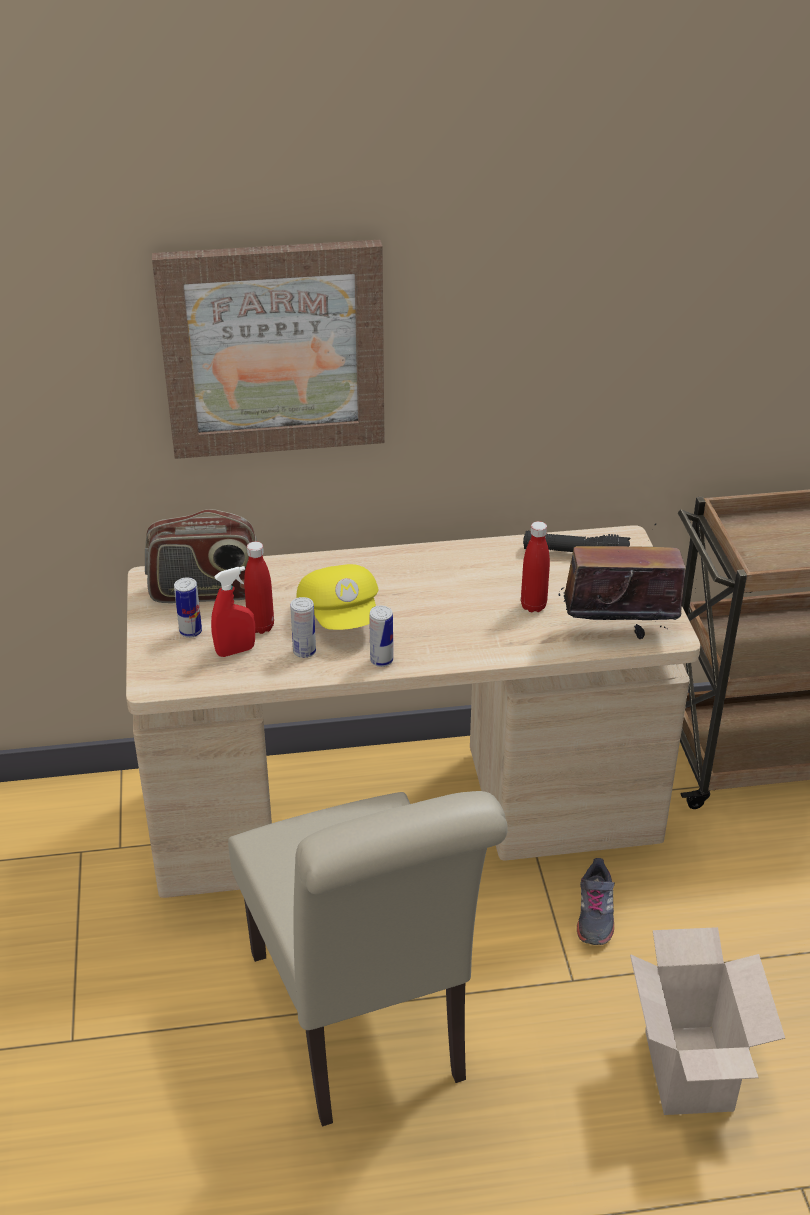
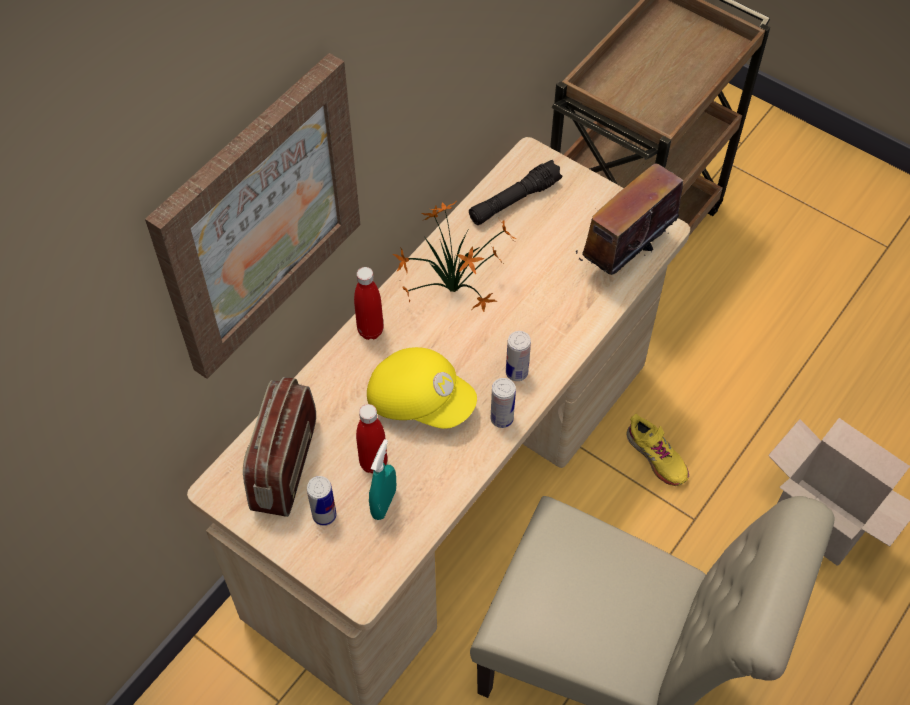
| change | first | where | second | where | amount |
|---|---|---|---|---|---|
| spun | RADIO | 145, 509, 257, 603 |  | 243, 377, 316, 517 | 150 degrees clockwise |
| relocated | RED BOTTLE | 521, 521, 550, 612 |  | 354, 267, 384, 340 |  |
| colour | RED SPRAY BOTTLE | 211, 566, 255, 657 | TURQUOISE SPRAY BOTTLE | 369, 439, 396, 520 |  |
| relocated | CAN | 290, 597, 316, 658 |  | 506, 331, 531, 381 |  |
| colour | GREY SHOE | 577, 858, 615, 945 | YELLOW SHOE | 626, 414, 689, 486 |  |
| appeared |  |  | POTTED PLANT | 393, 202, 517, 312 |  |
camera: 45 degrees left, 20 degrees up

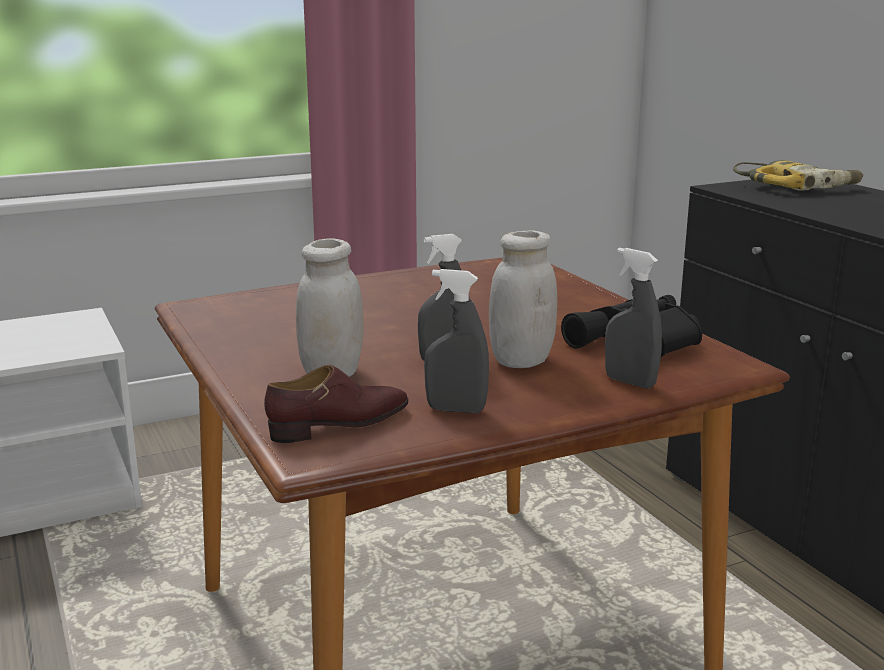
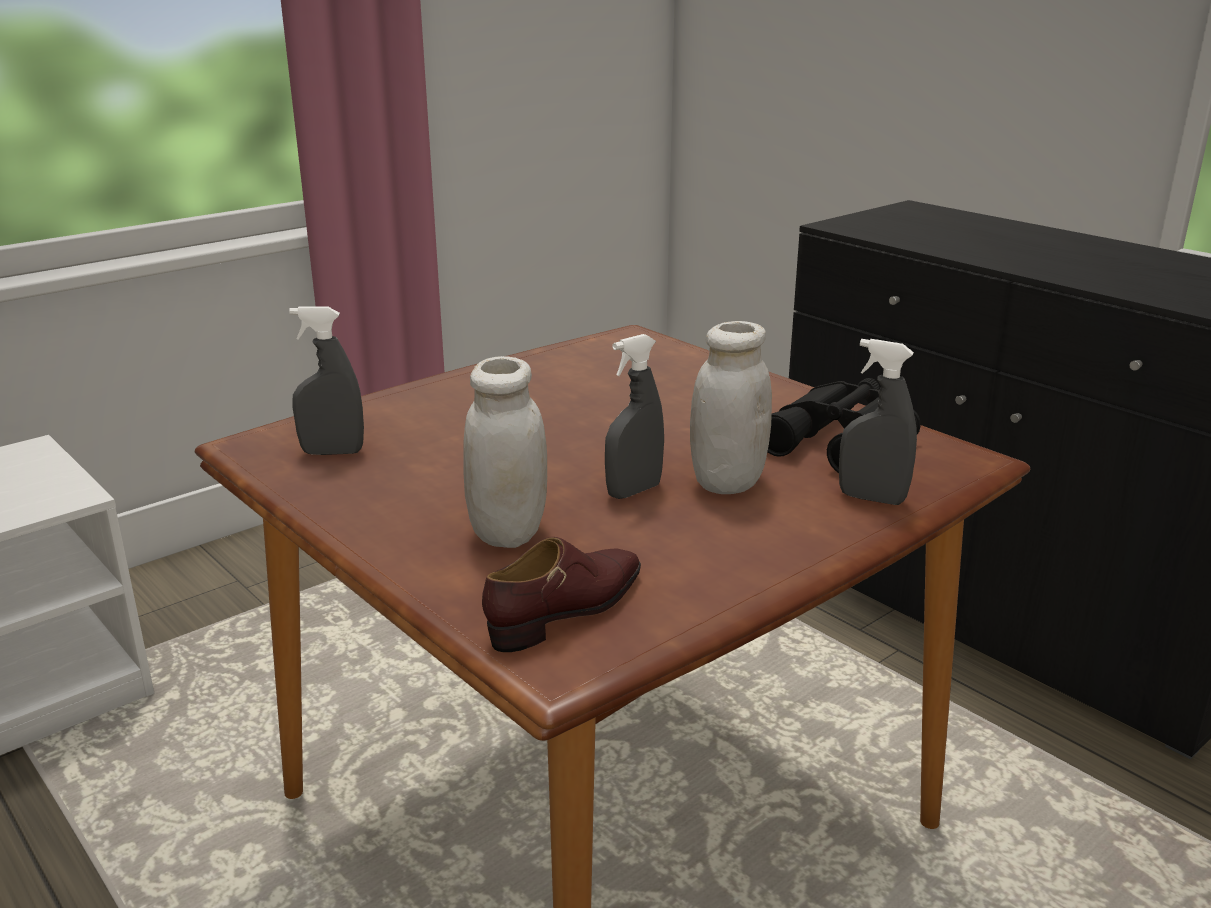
| change | first | where | second | where | amount |
|---|---|---|---|---|---|
| missing | POWER DRILL | 733, 160, 863, 191 |  |  |  |
| relocated | GREY SPRAY BOTTLE | 424, 269, 489, 413 |  | 289, 307, 364, 455 |  |
camera: 15 degrees left, 5 degrees up

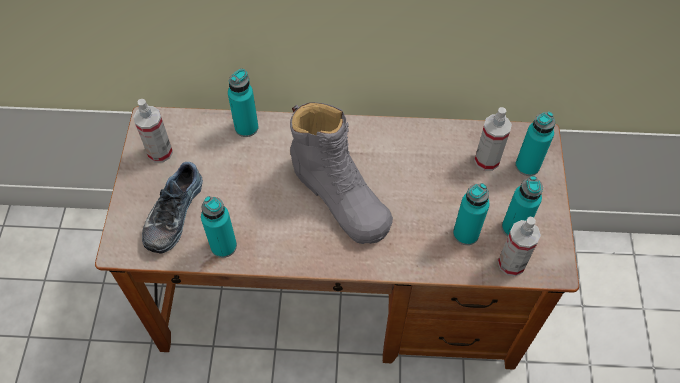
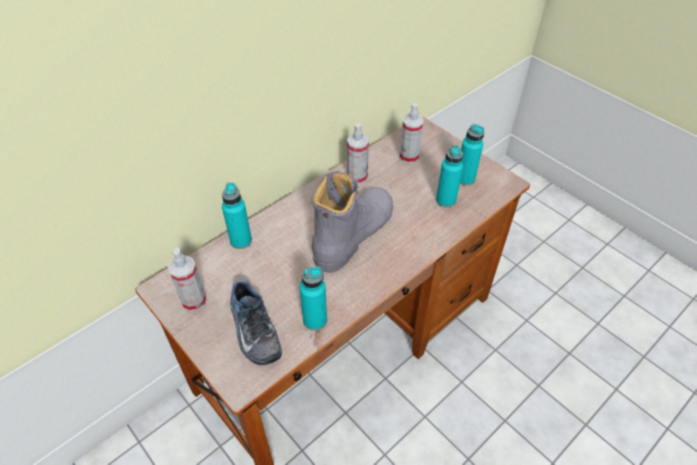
| change | first | where | second | where | amount |
|---|---|---|---|---|---|
| spun | GREY BOOT | 290, 102, 393, 244 |  | 311, 170, 393, 273 | 60 degrees counterclockwise |
| missing | TURQUOISE BOTTLE | 515, 112, 555, 176 |  |  |  |
| relocated | SPRAY BOTTLE | 498, 217, 541, 276 |  | 347, 123, 369, 184 |  |
camera: 45 degrees left, 10 degrees down

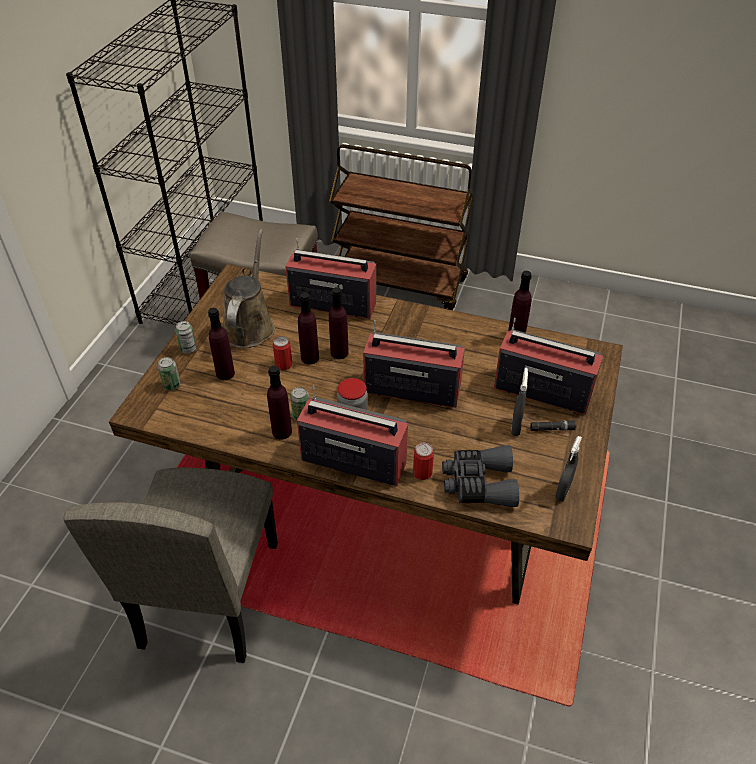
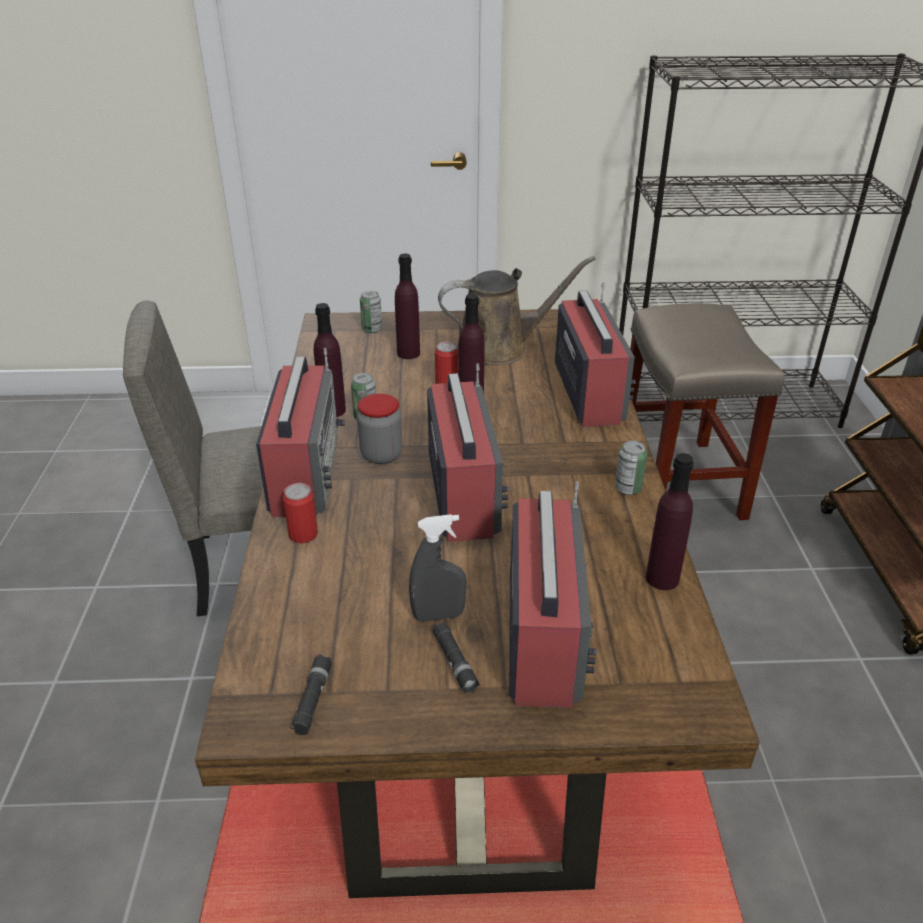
| change | first | where | second | where | amount |
|---|---|---|---|---|---|
| missing | PURPLE BOTTLE | 329, 287, 349, 359 |  |  |  |
| relocated | CAN | 175, 321, 197, 353 |  | 615, 441, 647, 495 |  |
| exchanged | GREY SPRAY BOTTLE | 555, 436, 582, 501 | BLACK FLASHLIGHT | 291, 654, 332, 735 |  |
| missing | GREY BINOCULARS | 442, 445, 519, 507 |  |  |  |
camera: 70 degrees right, 10 degrees down

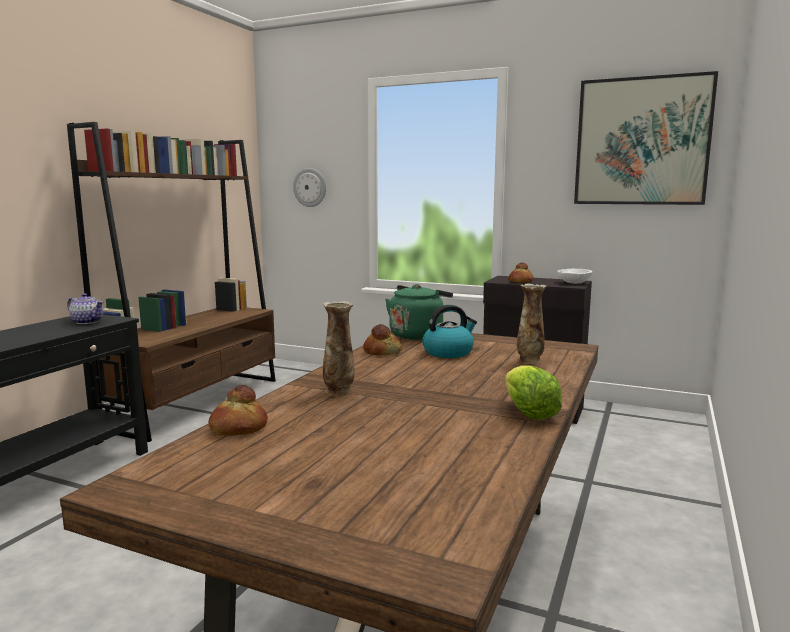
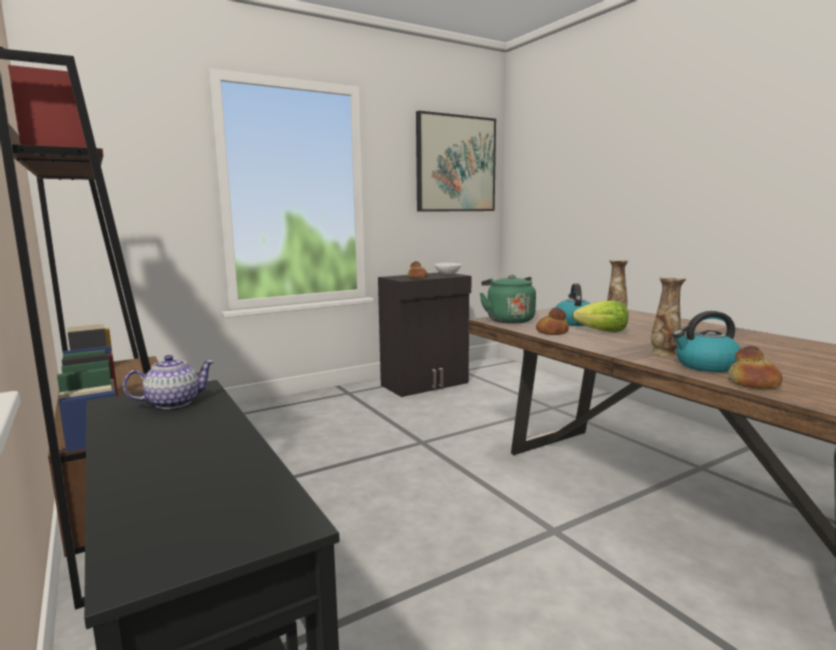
| change | first | where | second | where | amount |
|---|---|---|---|---|---|
| missing | WALL CLOCK | 293, 168, 326, 207 |  |  |  |
| relocated | LETTUCE | 505, 366, 562, 420 |  | 573, 301, 628, 332 |  |
| appeared |  |  | KETTLE | 673, 311, 741, 372 |  |
camera: 55 degrees left, 0 degrees up

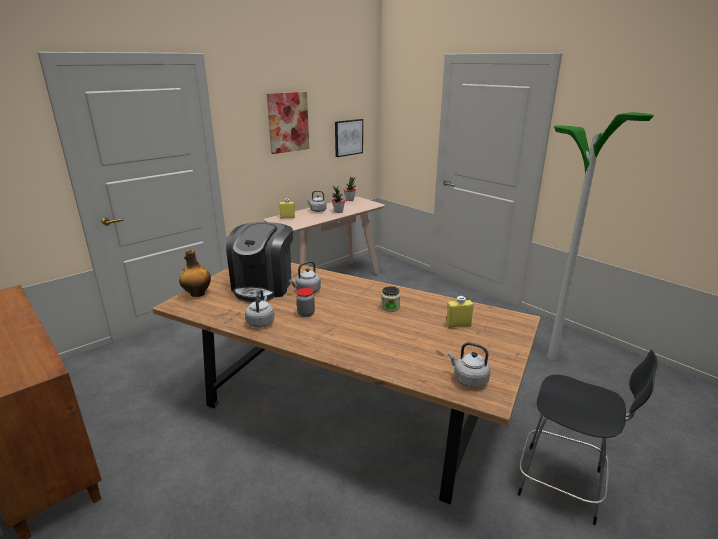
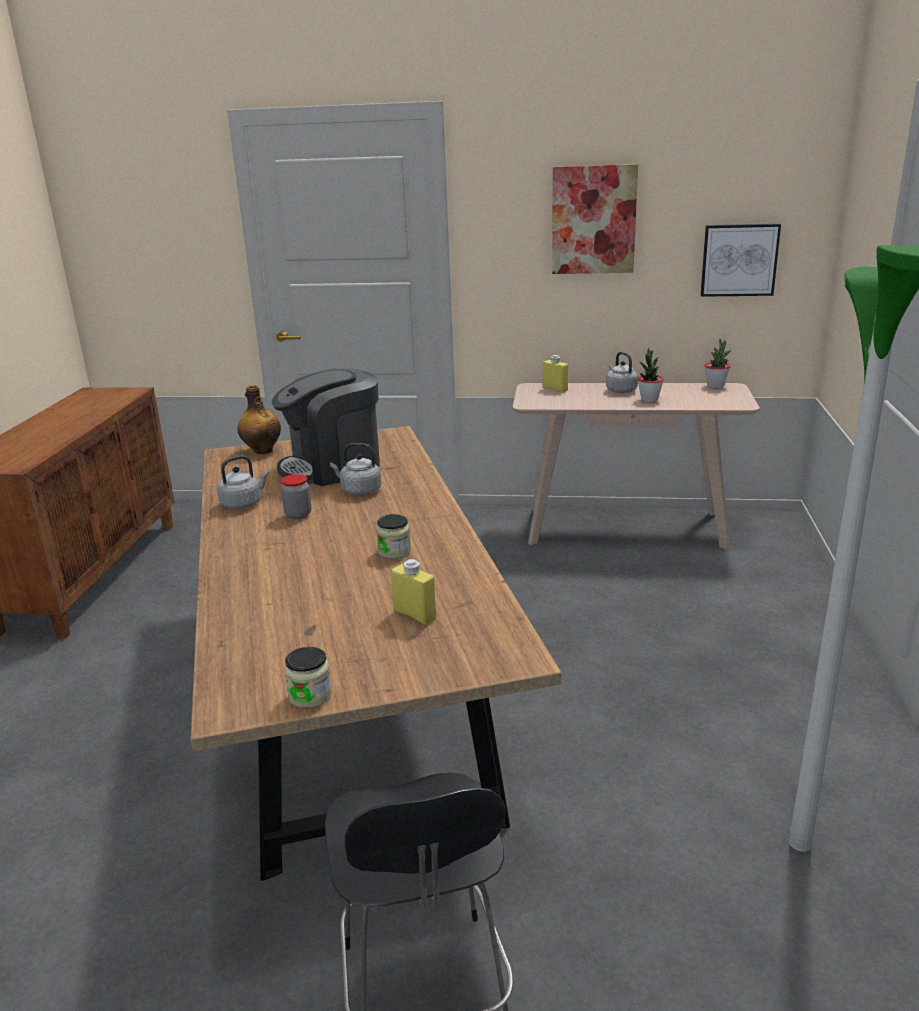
| change | first | where | second | where | amount |
|---|---|---|---|---|---|
| missing | GREY KETTLE | 448, 342, 491, 388 |  |  |  |
| appeared |  |  | JAR | 285, 647, 332, 708 |  |
camera: 50 degrees right, 0 degrees up

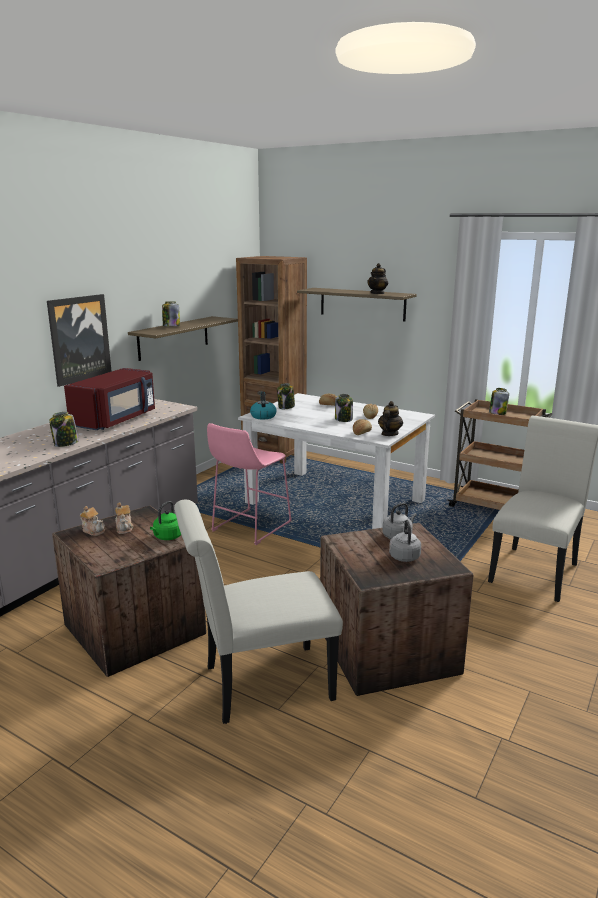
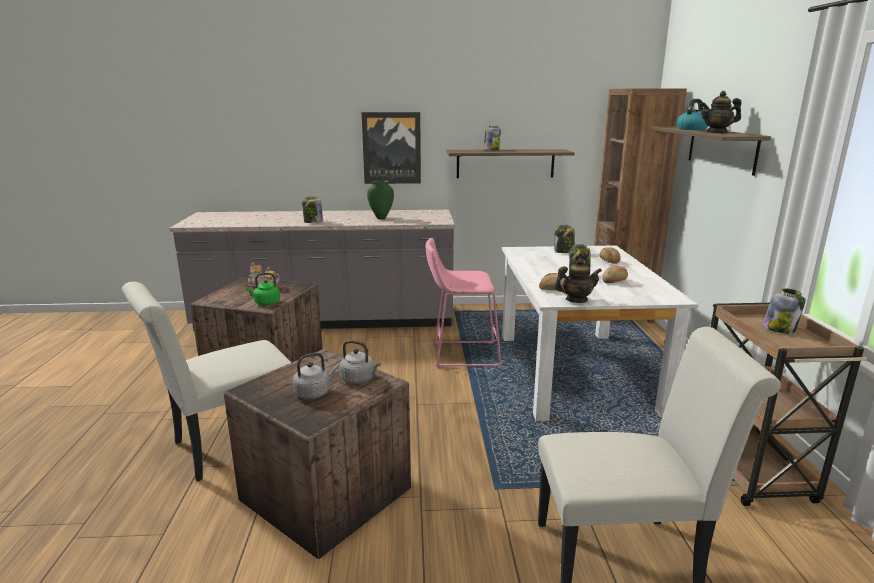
| change | first | where | second | where | amount |
|---|---|---|---|---|---|
| exchanged | RED MICROWAVE | 64, 368, 155, 430 | GREEN VASE | 367, 180, 394, 220 |  |
| relocated | KETTLE | 250, 392, 277, 419 |  | 677, 99, 708, 130 |  |
| spun | WHITE CHAIR | 174, 500, 343, 724 |  | 122, 282, 292, 481 | 75 degrees counterclockwise |
camera: 55 degrees right, 0 degrees up

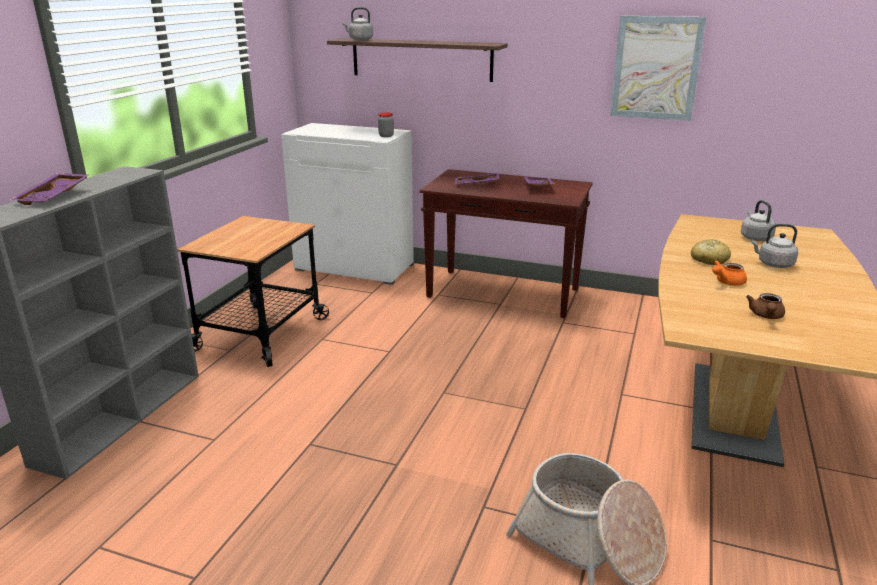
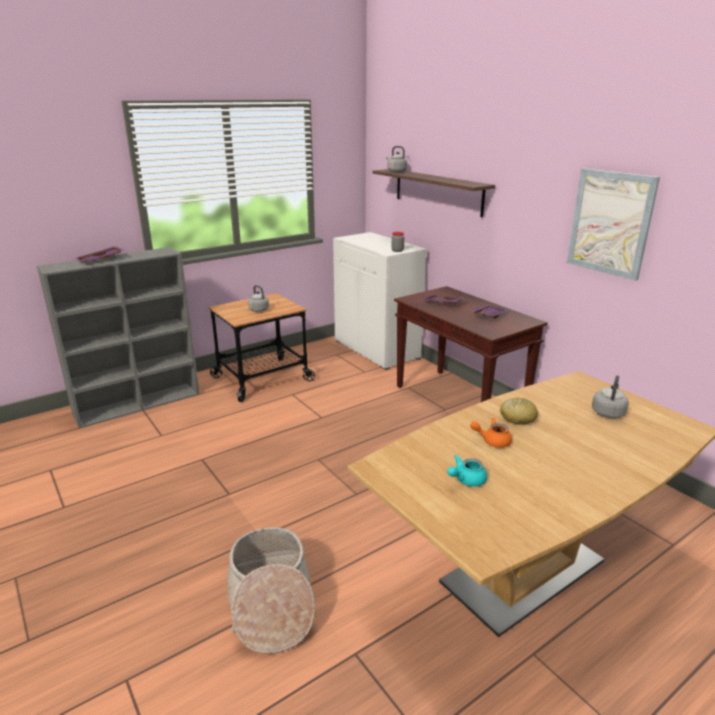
| change | first | where | second | where | amount |
|---|---|---|---|---|---|
| relocated | GREY KETTLE | 751, 224, 798, 268 |  | 248, 285, 269, 312 |  |
| colour | BROWN TEAPOT | 746, 293, 785, 319 | TURQUOISE TEAPOT | 447, 455, 487, 487 |  |
camera: 35 degrees right, 0 degrees up

